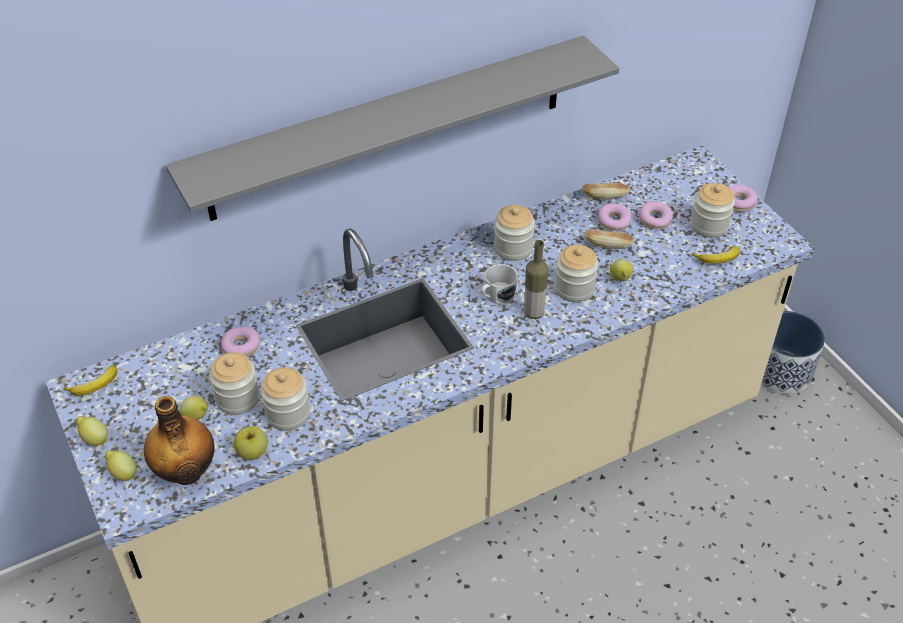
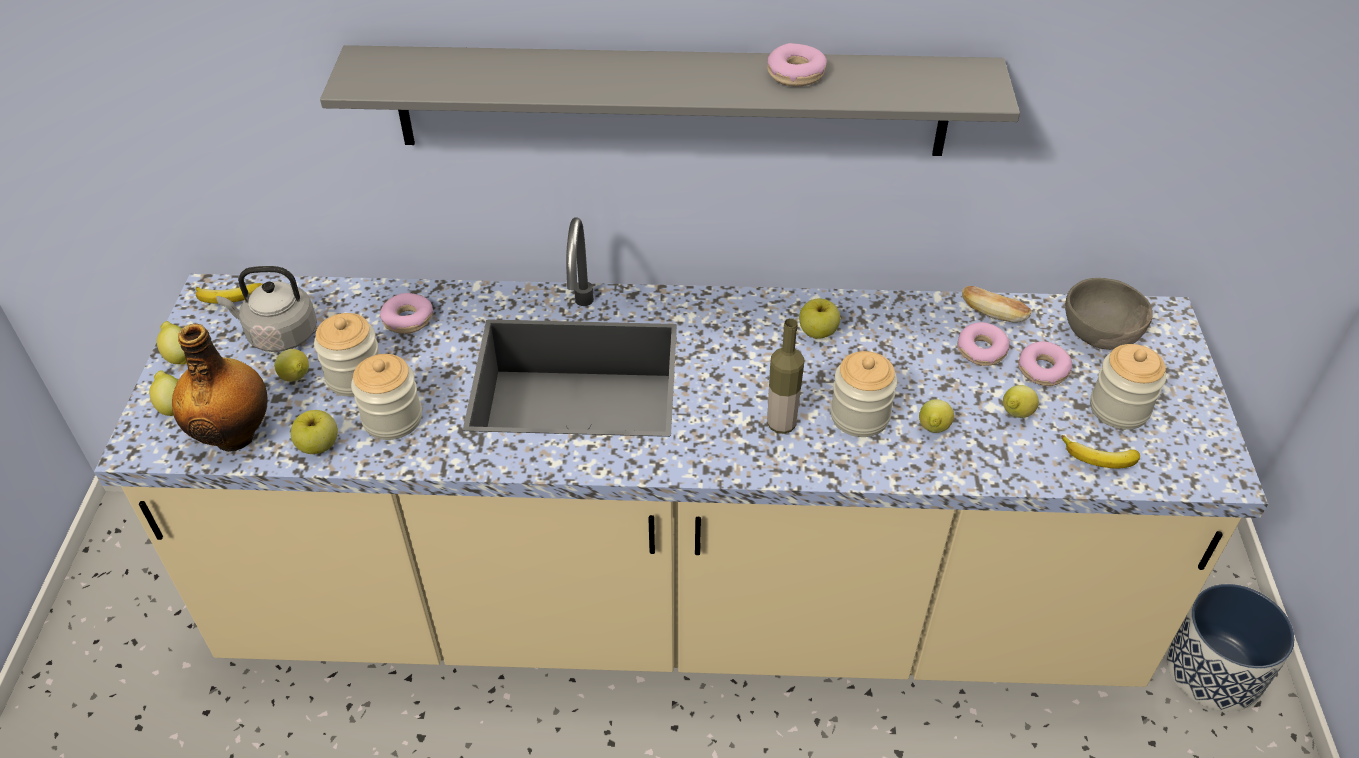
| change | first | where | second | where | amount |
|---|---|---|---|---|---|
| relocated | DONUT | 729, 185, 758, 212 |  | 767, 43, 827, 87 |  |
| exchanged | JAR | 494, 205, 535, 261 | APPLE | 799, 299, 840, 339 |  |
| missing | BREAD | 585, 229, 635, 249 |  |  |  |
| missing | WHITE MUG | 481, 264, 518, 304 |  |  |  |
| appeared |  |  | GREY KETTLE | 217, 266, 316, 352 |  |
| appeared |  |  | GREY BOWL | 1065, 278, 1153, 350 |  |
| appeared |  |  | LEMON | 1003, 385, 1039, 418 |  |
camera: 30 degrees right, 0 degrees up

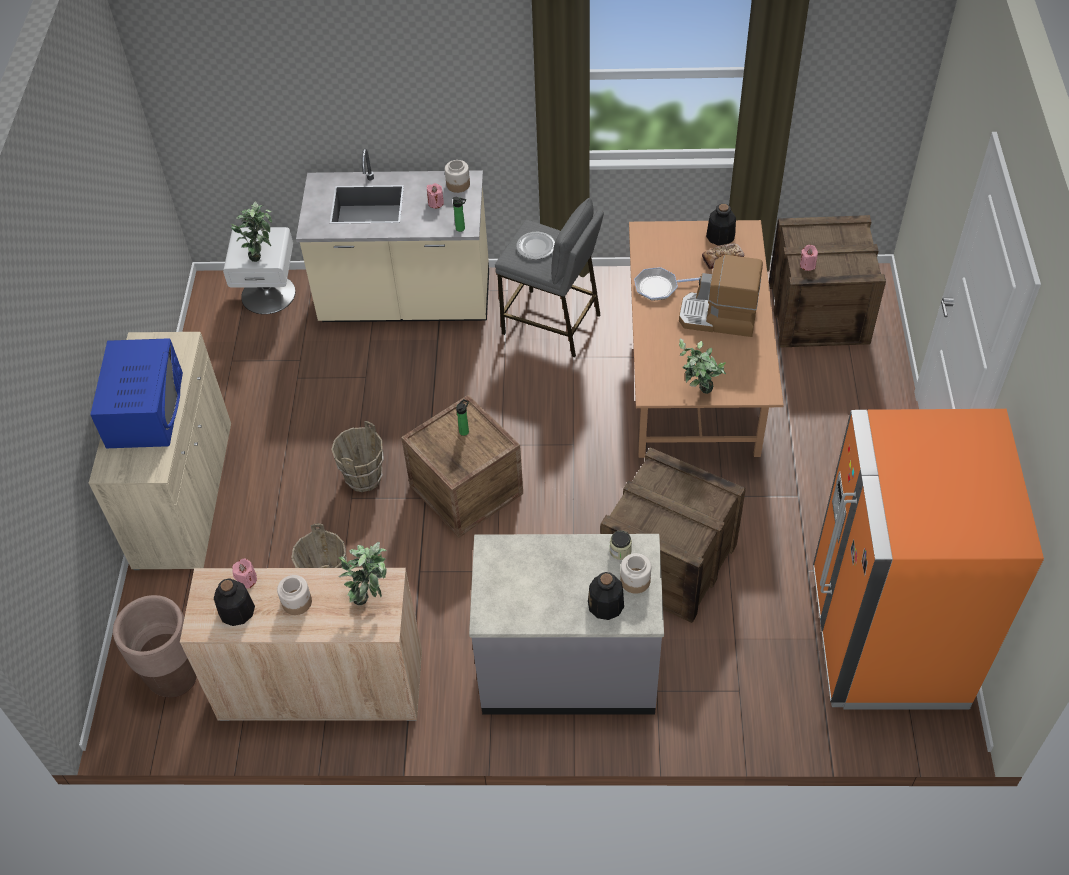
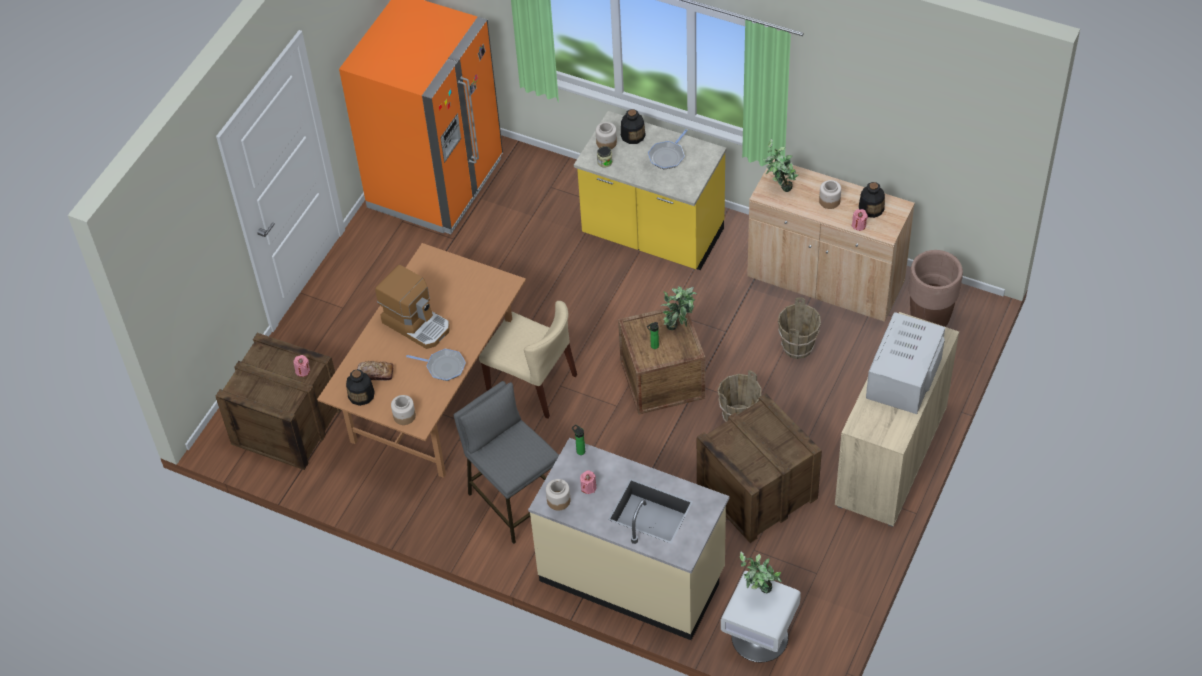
| change | first | where | second | where | amount |
|---|---|---|---|---|---|
| missing | PLATE | 517, 232, 555, 259 |  |  |  |
| colour | BLUE MICROWAVE | 90, 338, 183, 448 | WHITE MICROWAVE | 866, 312, 945, 414 |  |
| relocated | POTTED PLANT | 679, 338, 726, 394 |  | 660, 286, 697, 330 |  |
| relocated | CRATE | 600, 447, 746, 623 |  | 697, 393, 822, 543 |  |
| colour | GREY COUNTER | 469, 534, 664, 714 | YELLOW COUNTER | 574, 111, 726, 270 |  |
| appeared |  |  | FRYING PAN | 648, 129, 688, 169 |  |
| appeared |  |  | BEIGE CHAIR | 479, 301, 577, 419 |  |
| appeared |  |  | JAR | 391, 395, 416, 425 |  |
camera: 155 degrees left, 0 degrees up

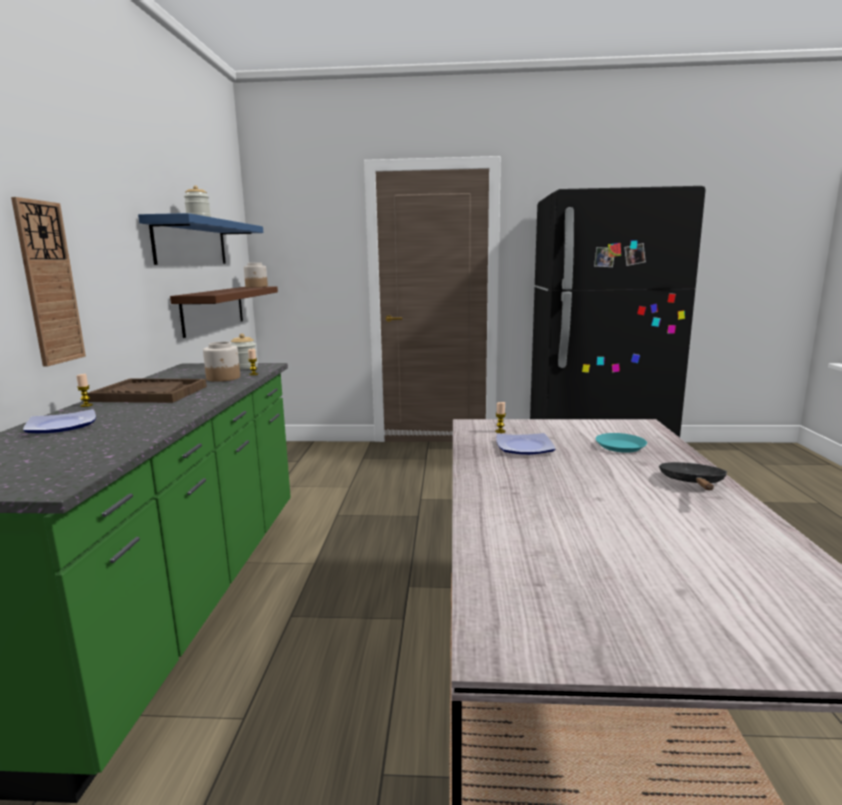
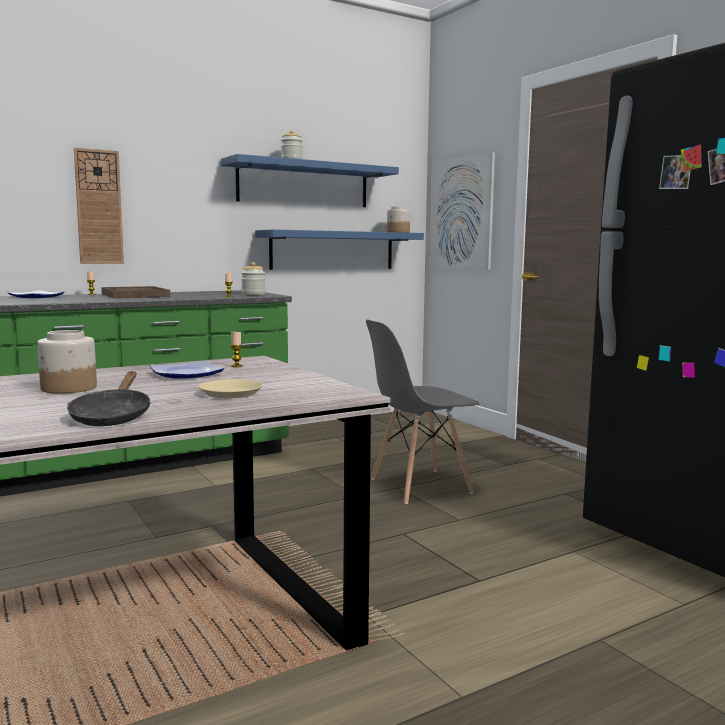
| change | first | where | second | where | amount |
|---|---|---|---|---|---|
| colour | BROWN SHELF | 170, 286, 278, 338 | BLUE SHELF | 255, 229, 424, 270 |  |
| relocated | JAR | 203, 342, 240, 382 |  | 37, 330, 97, 394 |  |
| colour | TURQUOISE PLATE | 596, 433, 647, 453 | BEIGE PLATE | 199, 379, 263, 398 |  |
| spun | BLACK FRYING PAN | 659, 462, 728, 490 |  | 67, 371, 151, 426 | 105 degrees clockwise |
| appeared |  |  | PICTURE | 429, 152, 495, 270 |  |
| appeared |  |  | GREY CHAIR | 366, 319, 480, 504 |  |
camera: 55 degrees right, 5 degrees down

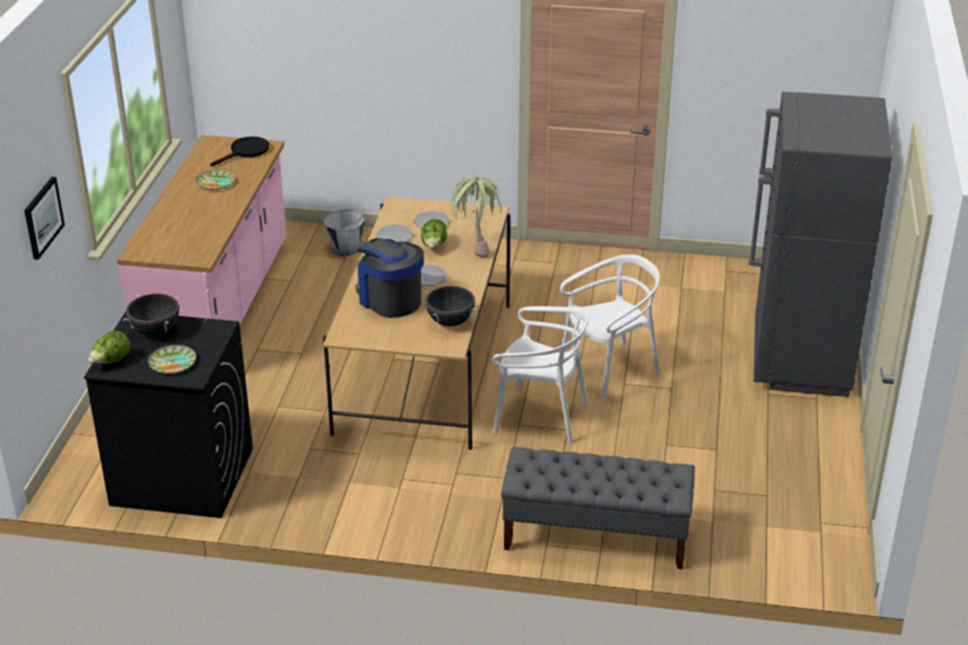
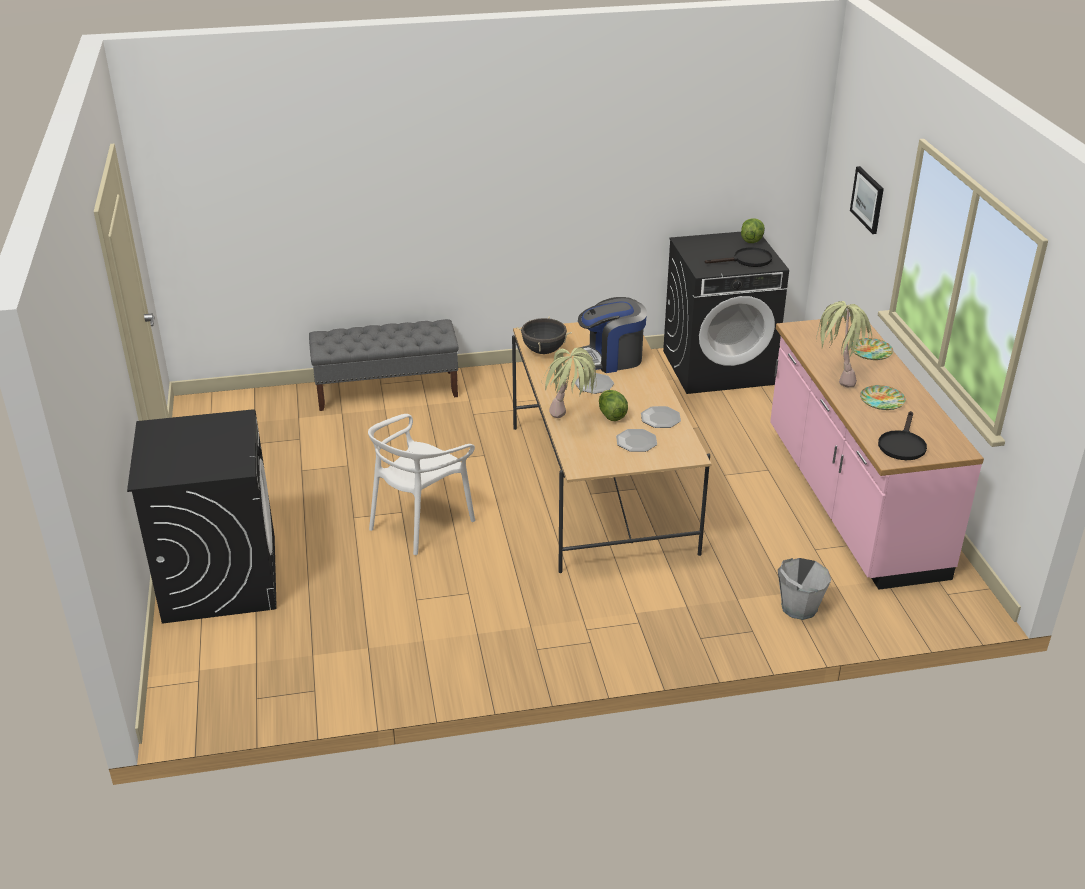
| change | first | where | second | where | amount |
|---|---|---|---|---|---|
| exchanged | GREY FRIDGE | 749, 92, 892, 397 | BLACK WASHING MACHINE | 127, 409, 277, 624 |  |
| spun | COFFEE MACHINE | 355, 238, 424, 318 |  | 576, 297, 647, 373 | 135 degrees clockwise |
| exchanged | BLACK COOKING POT | 123, 293, 182, 336 | BLACK FRYING PAN | 705, 247, 772, 267 |  |
| missing | WHITE CHAIR | 492, 306, 589, 443 |  |  |  |
| relocated | PLATE | 148, 345, 196, 374 |  | 851, 338, 893, 360 |  |
| appeared |  |  | POTTED PLANT | 816, 301, 872, 387 |  |
camera: 160 degrees right, 0 degrees up

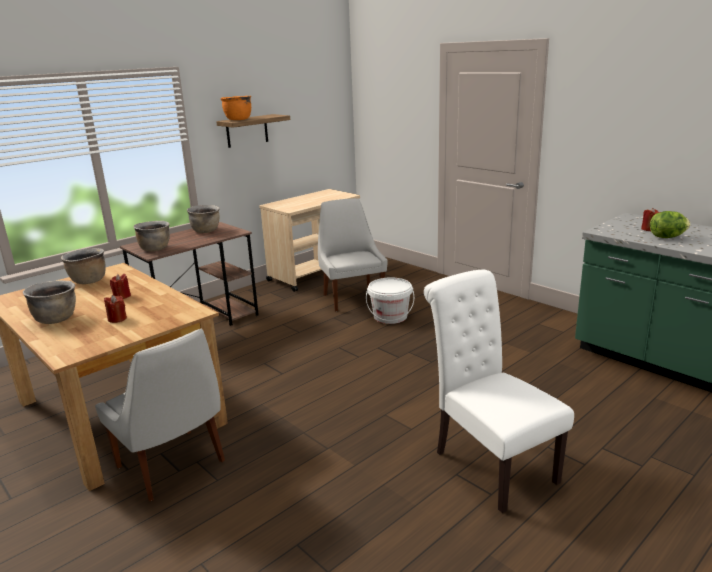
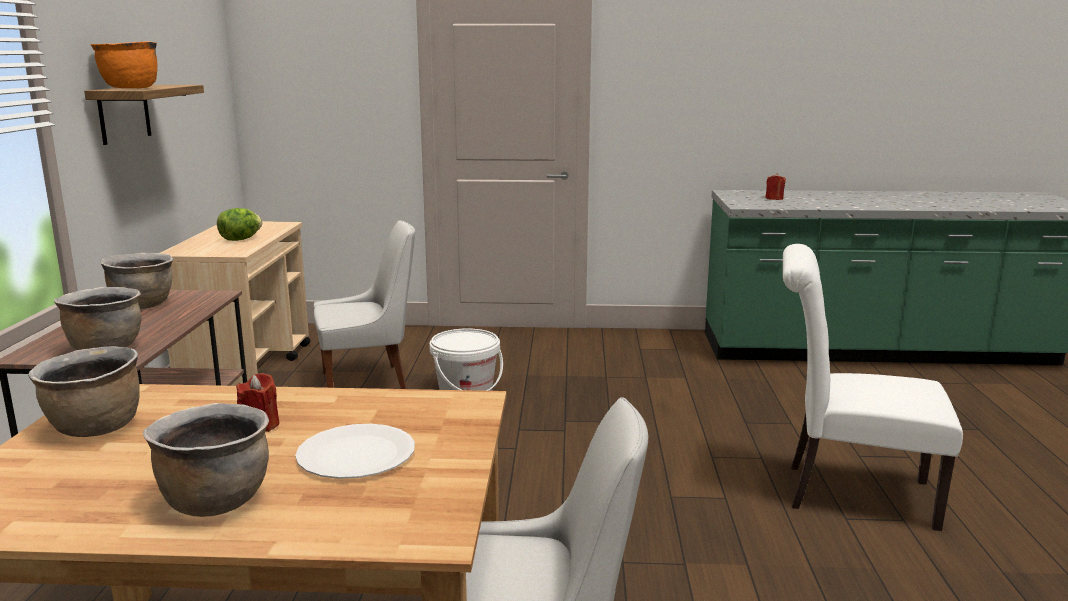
| change | first | where | second | where | amount |
|---|---|---|---|---|---|
| spun | WHITE CHAIR | 318, 198, 388, 311 |  | 314, 220, 415, 389 | 135 degrees clockwise |
| relocated | LETTUCE | 650, 211, 690, 238 |  | 217, 208, 263, 241 |  |
| exchanged | RED CANDLE | 104, 295, 127, 323 | WHITE PLATE | 295, 424, 415, 479 |  |
camera: 45 degrees left, 5 degrees down

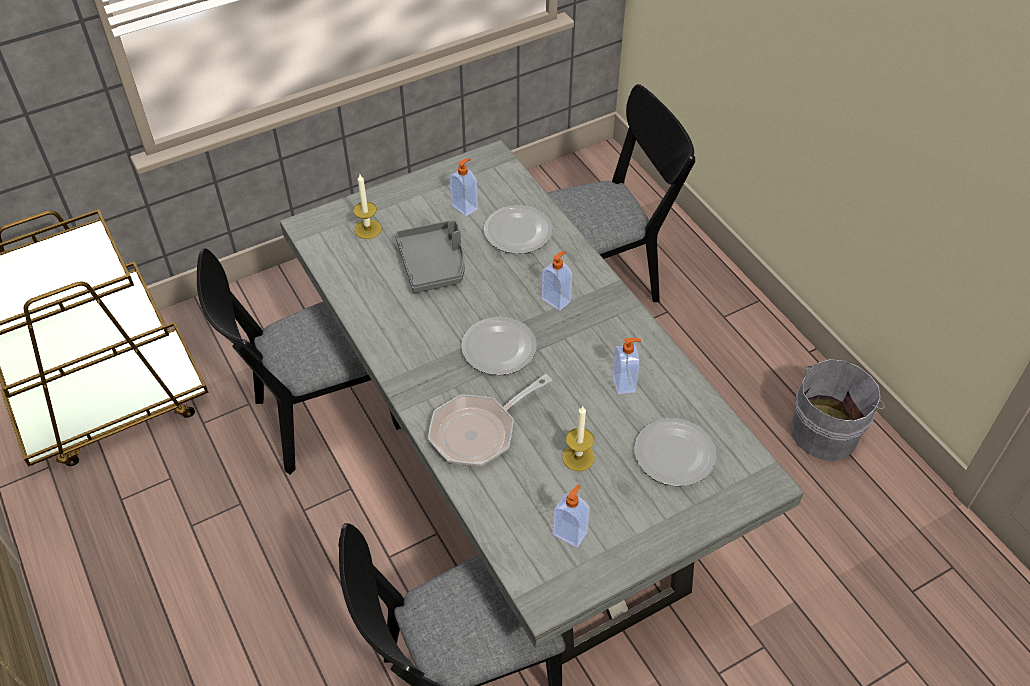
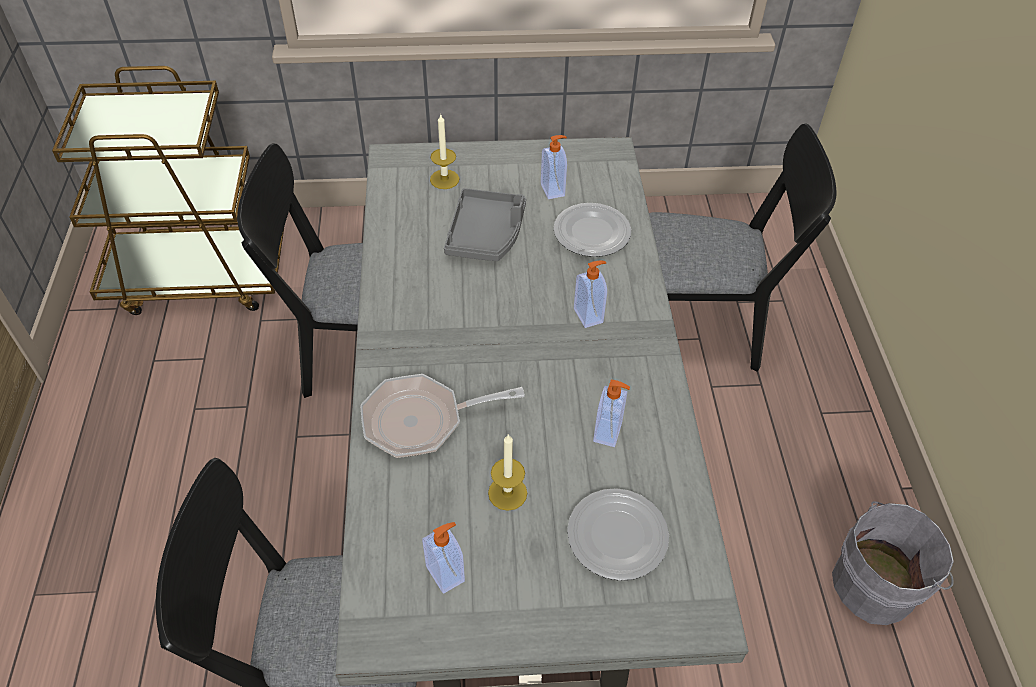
| change | first | where | second | where | amount |
|---|---|---|---|---|---|
| missing | PLATE | 461, 317, 537, 375 |  |  |  |
camera: 25 degrees right, 0 degrees up

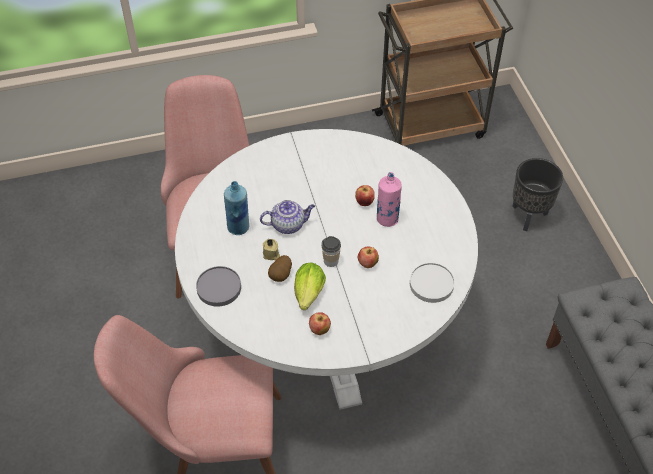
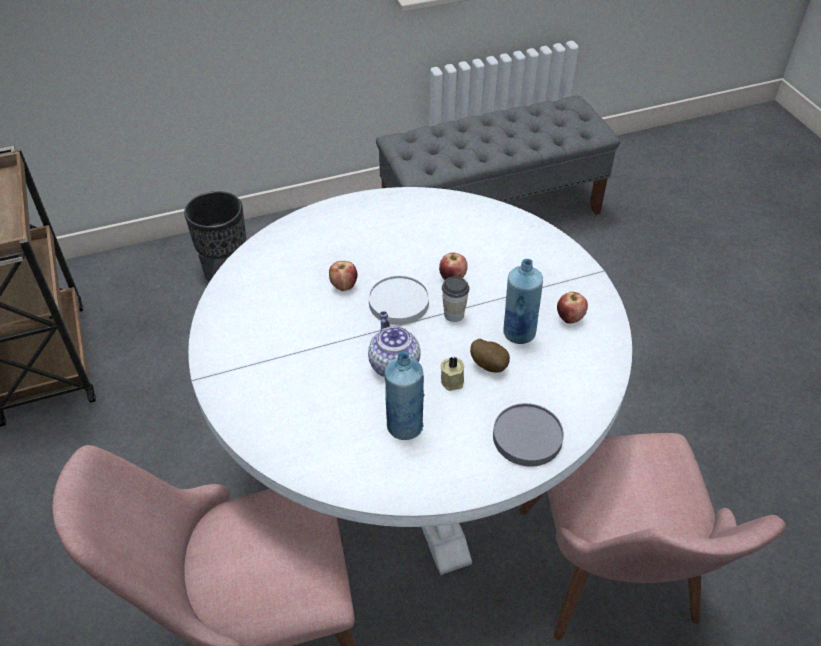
| change | first | where | second | where | amount |
|---|---|---|---|---|---|
| missing | PINK BOTTLE | 377, 172, 402, 227 |  |  |  |
| exchanged | LETTUCE | 294, 262, 326, 310 | BLUE BOTTLE | 503, 259, 543, 344 |  |
| relocated | WHITE PLATE | 410, 263, 455, 303 |  | 369, 275, 429, 325 |  |
camera: 95 degrees left, 5 degrees down

